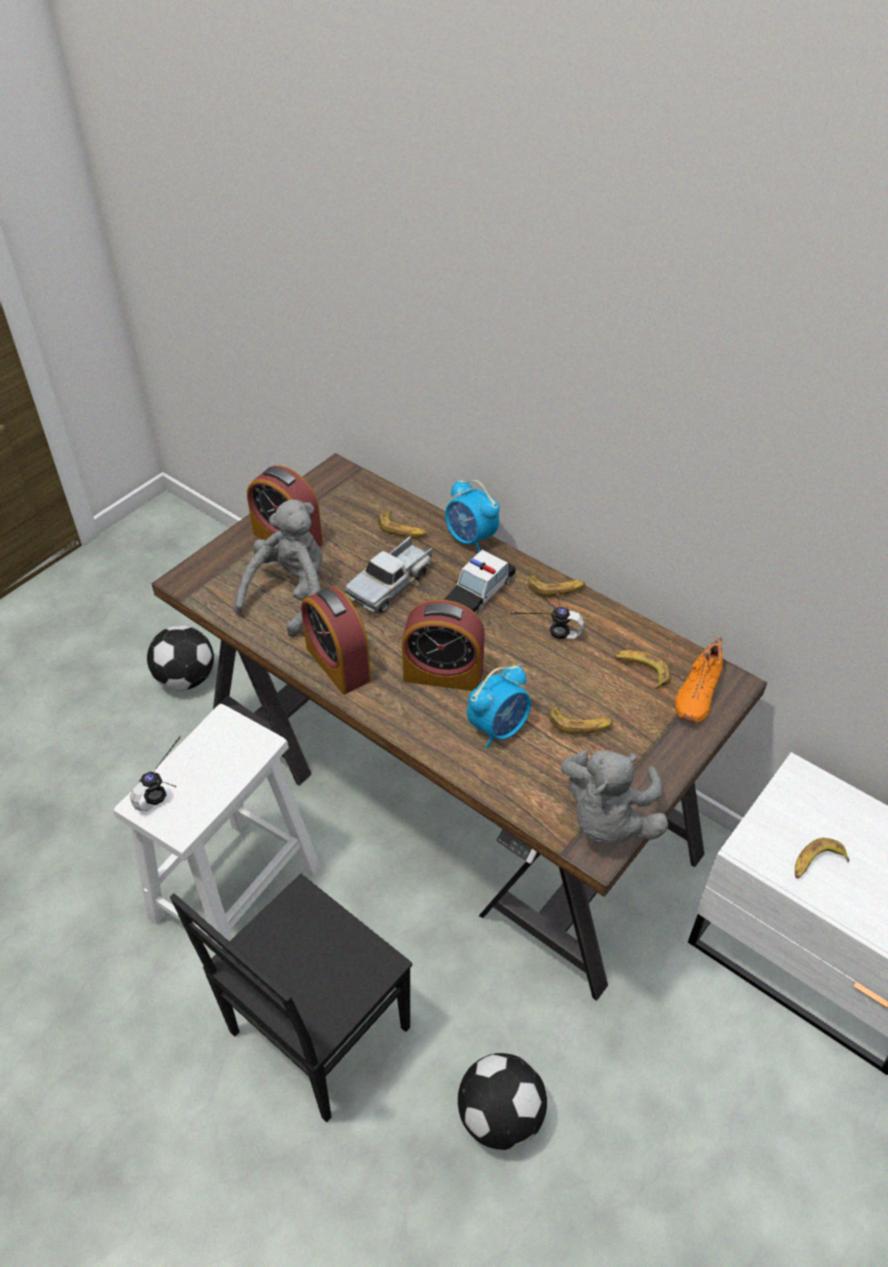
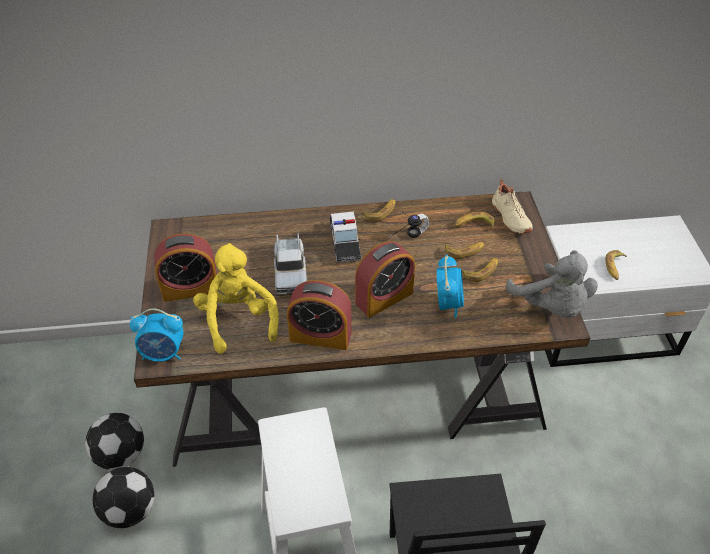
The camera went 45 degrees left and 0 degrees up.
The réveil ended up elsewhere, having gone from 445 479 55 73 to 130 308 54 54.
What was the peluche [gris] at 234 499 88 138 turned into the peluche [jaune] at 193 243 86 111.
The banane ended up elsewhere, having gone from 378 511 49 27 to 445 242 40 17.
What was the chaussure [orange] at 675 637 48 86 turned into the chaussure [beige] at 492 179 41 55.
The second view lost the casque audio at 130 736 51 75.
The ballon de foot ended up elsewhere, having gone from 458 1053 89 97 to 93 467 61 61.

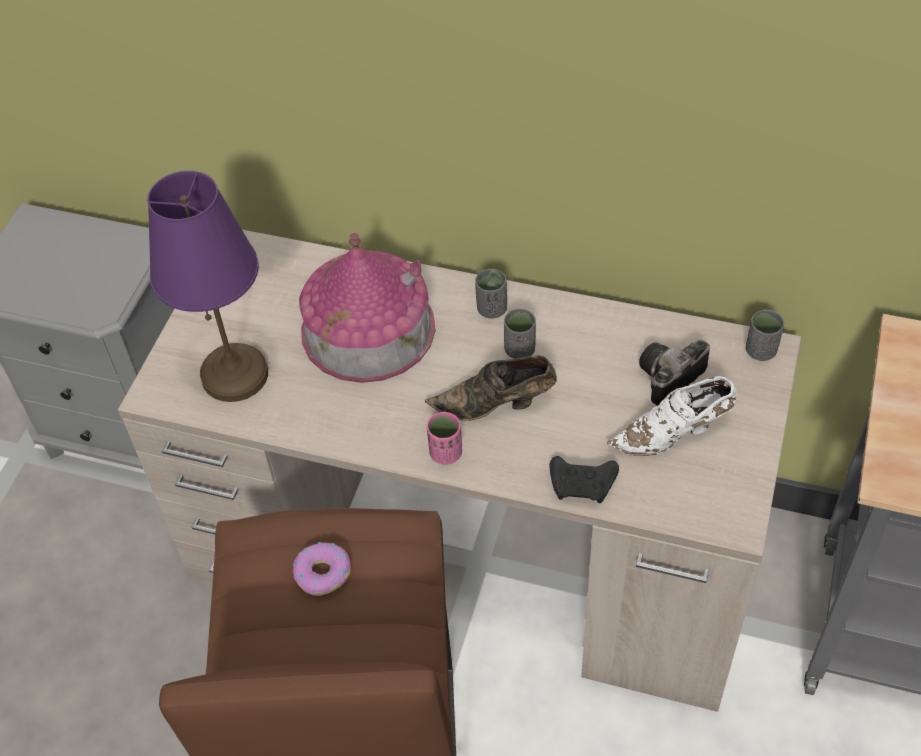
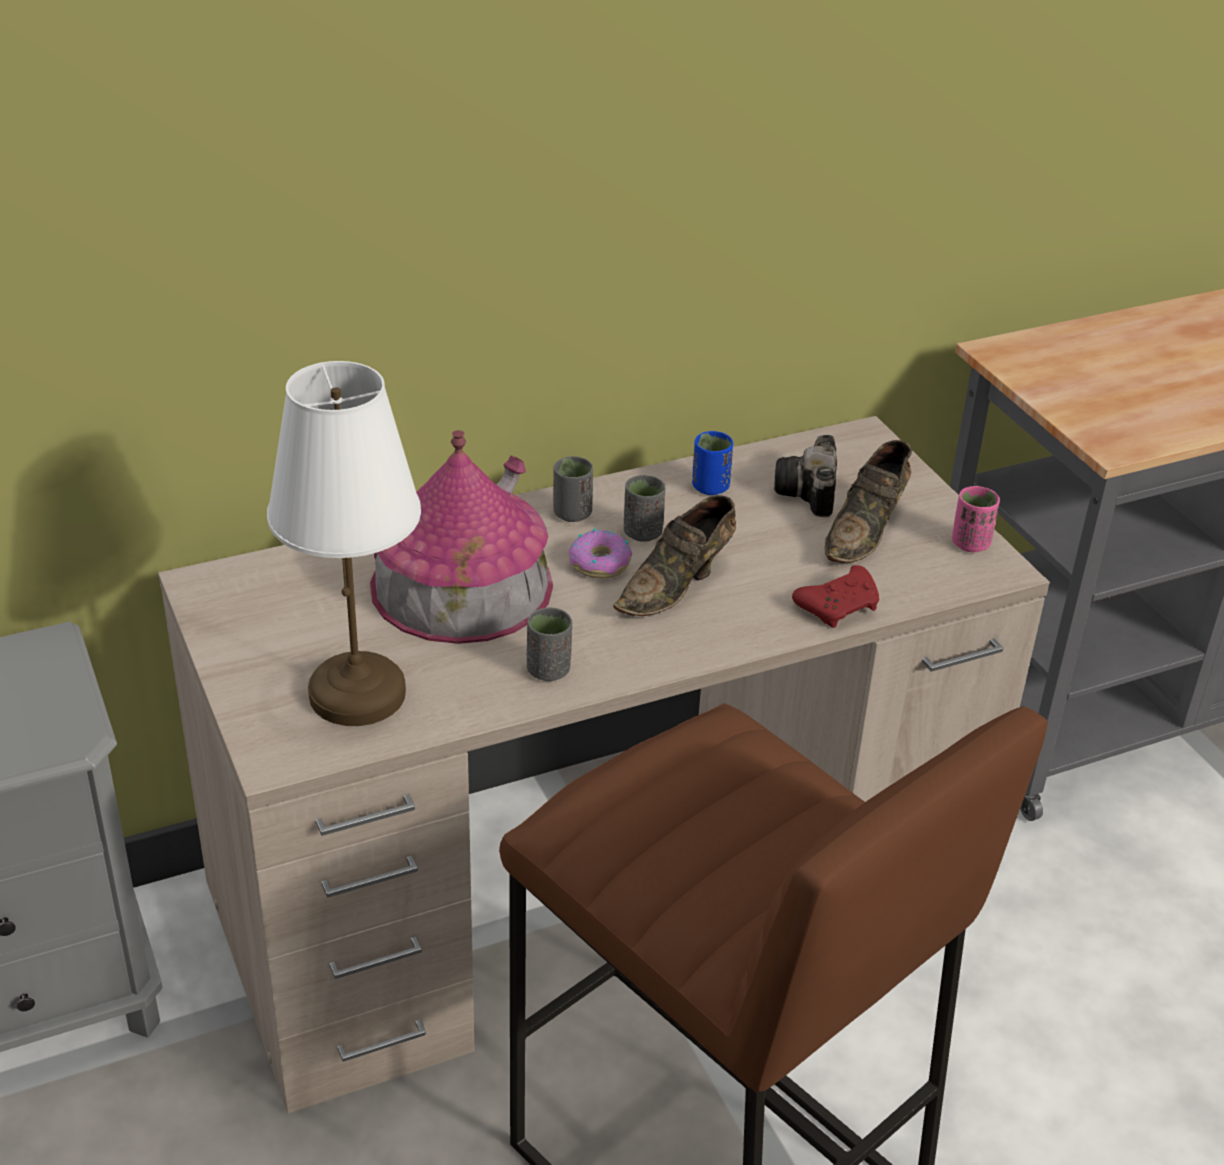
The camera went 45 degrees left and 15 degrees down.
What was the lampe de table [violet] at 147 171 121 231 turned into the lampe de table [blanc] at 267 361 154 365.
The tasse [gris] ended up elsewhere, having gone from 746 309 38 52 to 527 608 45 73.
What was the chaussure [blanc] at 607 376 130 80 turned into the chaussure [marron] at 825 440 87 123.
The tasse [rose] ended up elsewhere, having gone from 427 412 35 53 to 952 486 48 66.
What was the manette [noir] at 550 456 69 47 turned into the manette [rouge] at 792 565 87 63.
The beignet ended up elsewhere, having gone from 293 542 58 54 to 569 529 63 49.
The second view gained the tasse [bleu] at 692 431 41 64.

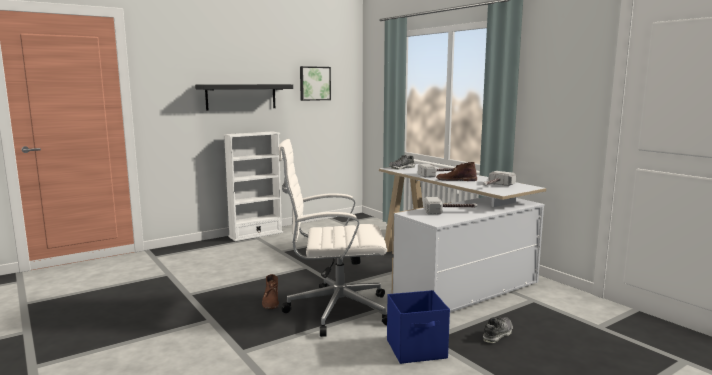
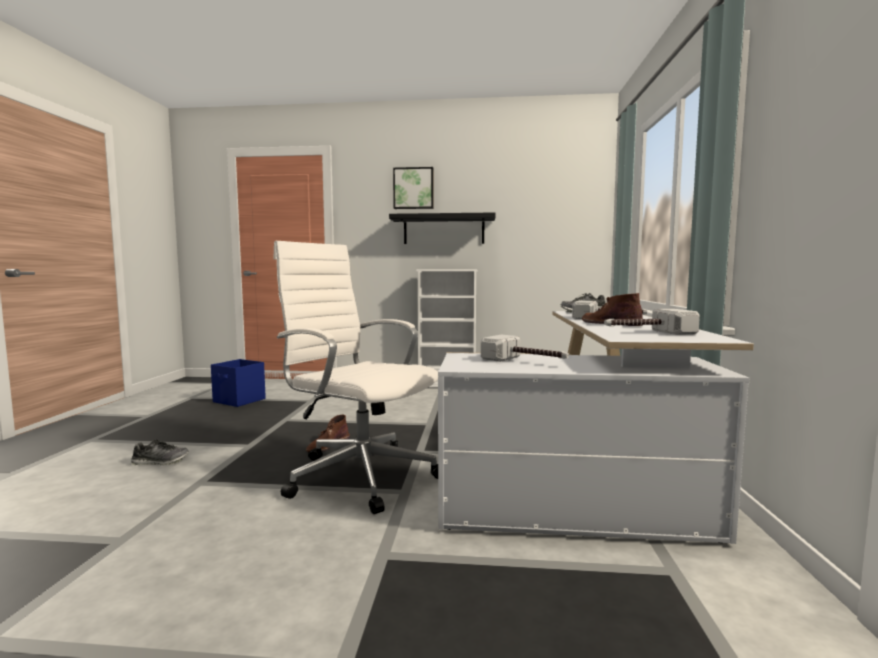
The camera went 40 degrees right and 5 degrees down.
The tableau ended up elsewhere, having gone from 300 66 31 35 to 393 167 40 42.
The boîte de rangement [bleu] ended up elsewhere, having gone from 387 290 63 74 to 211 359 55 48.
The chaussure ended up elsewhere, having gone from 483 317 30 26 to 131 439 58 27.

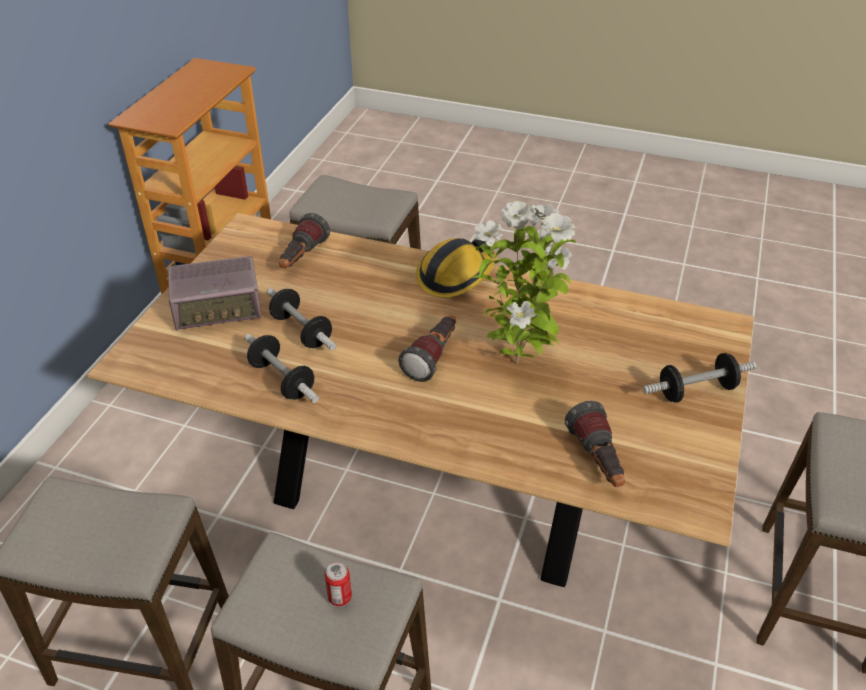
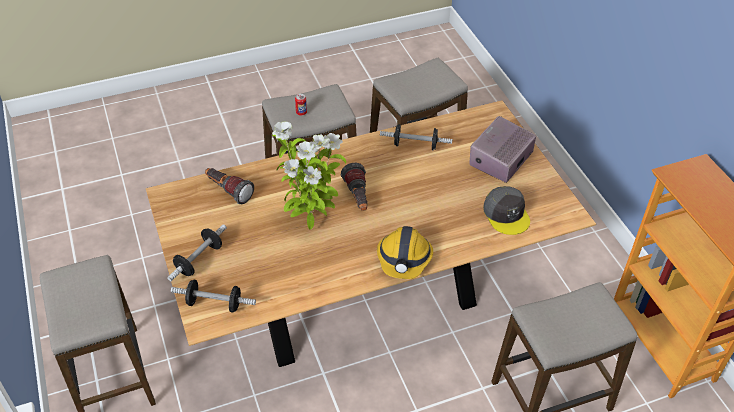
The camera went 140 degrees right and 5 degrees up.
Where the lampe de poche stood at 279 213 51 56, the casquette [gris] came to stand at 483 186 47 49.
The haltère ended up elsewhere, having gone from 267 288 69 62 to 171 280 85 33.

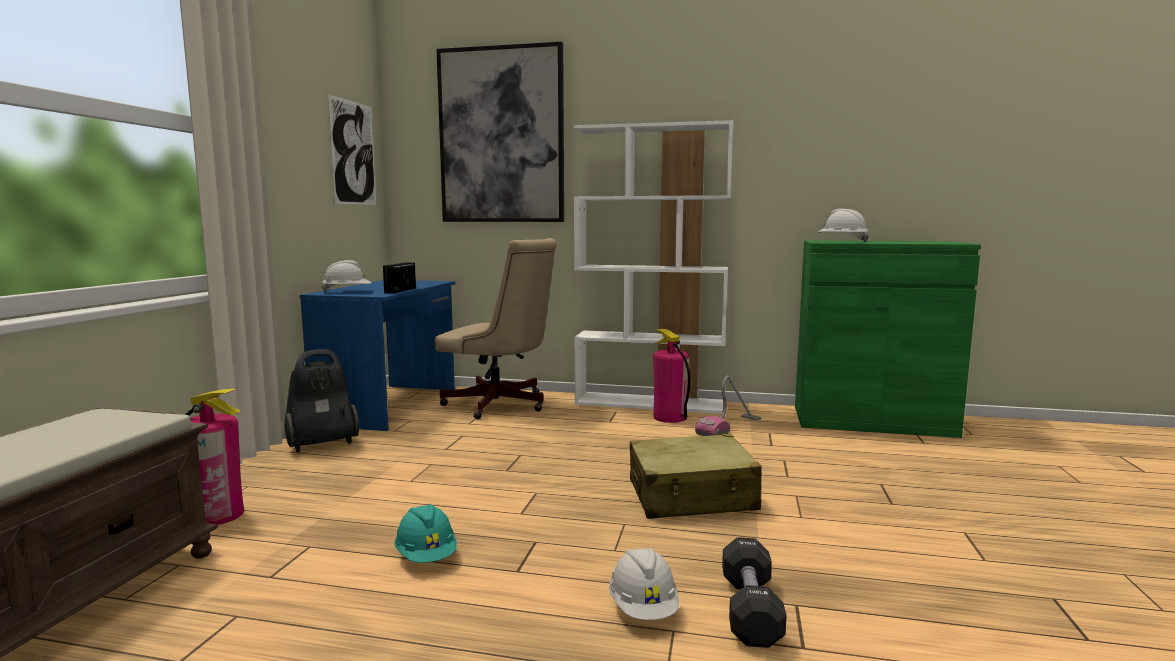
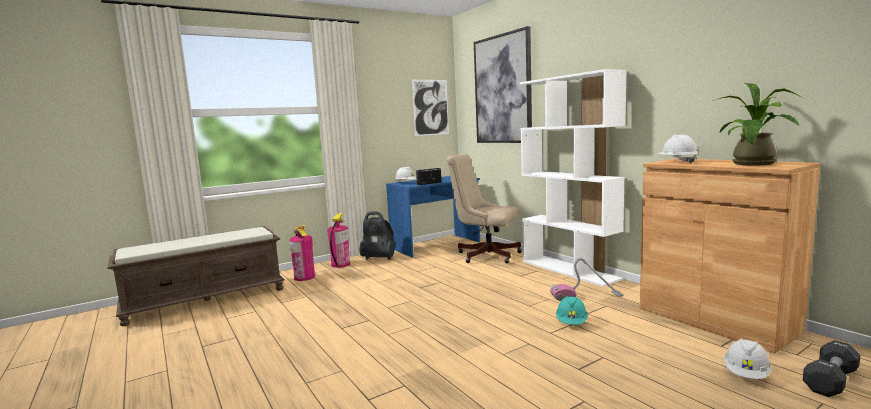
The camera went 45 degrees right and 0 degrees up.
The chaise de bureau [beige] at 435 238 122 181 ended up facing another way, 135 degrees clockwise from before.
What was the meuble de rangement [vert] at 795 240 186 198 turned into the meuble de rangement [marron] at 640 159 180 195.
The extincteur ended up elsewhere, having gone from 653 329 38 94 to 327 213 23 55.
The second view lost the valise [beige] at 630 434 132 85.
The casque de chantier [turquoise] ended up elsewhere, having gone from 394 504 63 59 to 556 296 32 29.
The haltère [noir] ended up elsewhere, having gone from 722 537 65 111 to 803 340 57 57.
The casque de chantier [blanc] ended up elsewhere, having gone from 609 548 70 72 to 724 339 48 40.
The second view gained the plante en pot at 713 83 88 82.

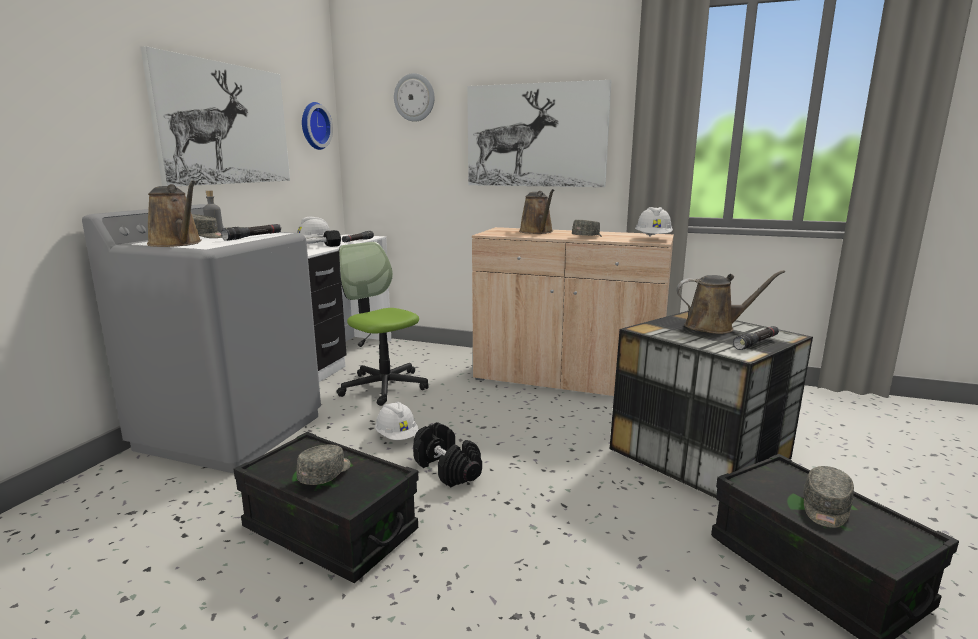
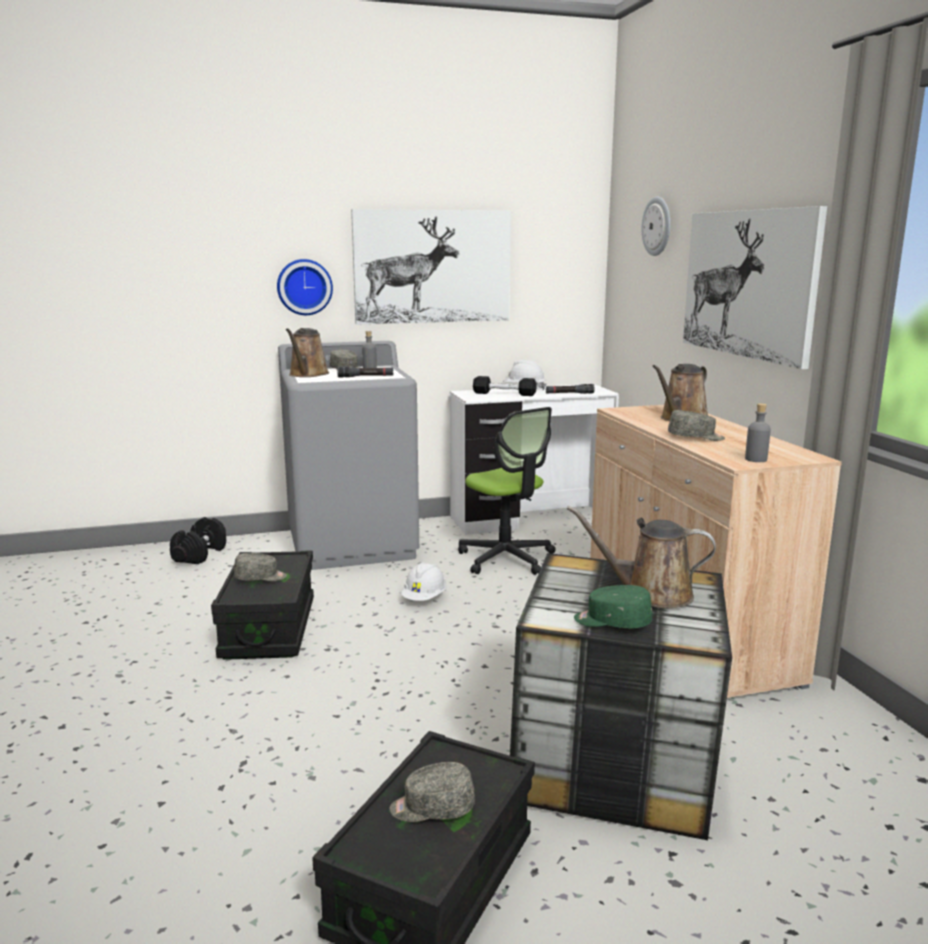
The camera went 55 degrees right and 0 degrees up.
The horloge murale ended up elsewhere, having gone from 302 102 31 48 to 277 259 56 56.
Where the casque de chantier [blanc] stood at 635 207 38 30, the bouteille [gris] came to stand at 745 403 26 59.
The chaise de bureau at 337 242 92 164 ended up facing another way, 135 degrees clockwise from before.
The arrosoir [marron] at 677 270 108 64 ended up facing another way, 135 degrees clockwise from before.
Where the lampe de poche [noir] stood at 733 326 46 24, the casquette [vert] came to stand at 574 585 78 43.
The haltère [noir] ended up elsewhere, having gone from 413 422 69 65 to 170 517 56 47.

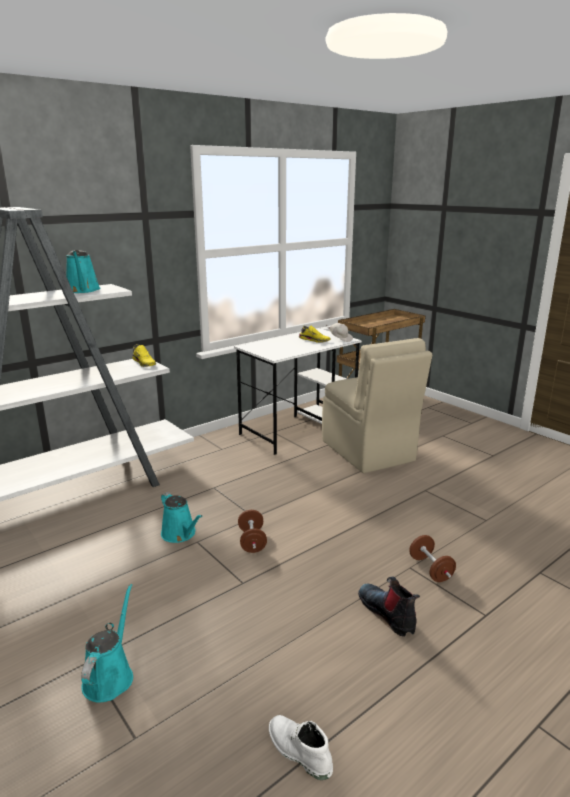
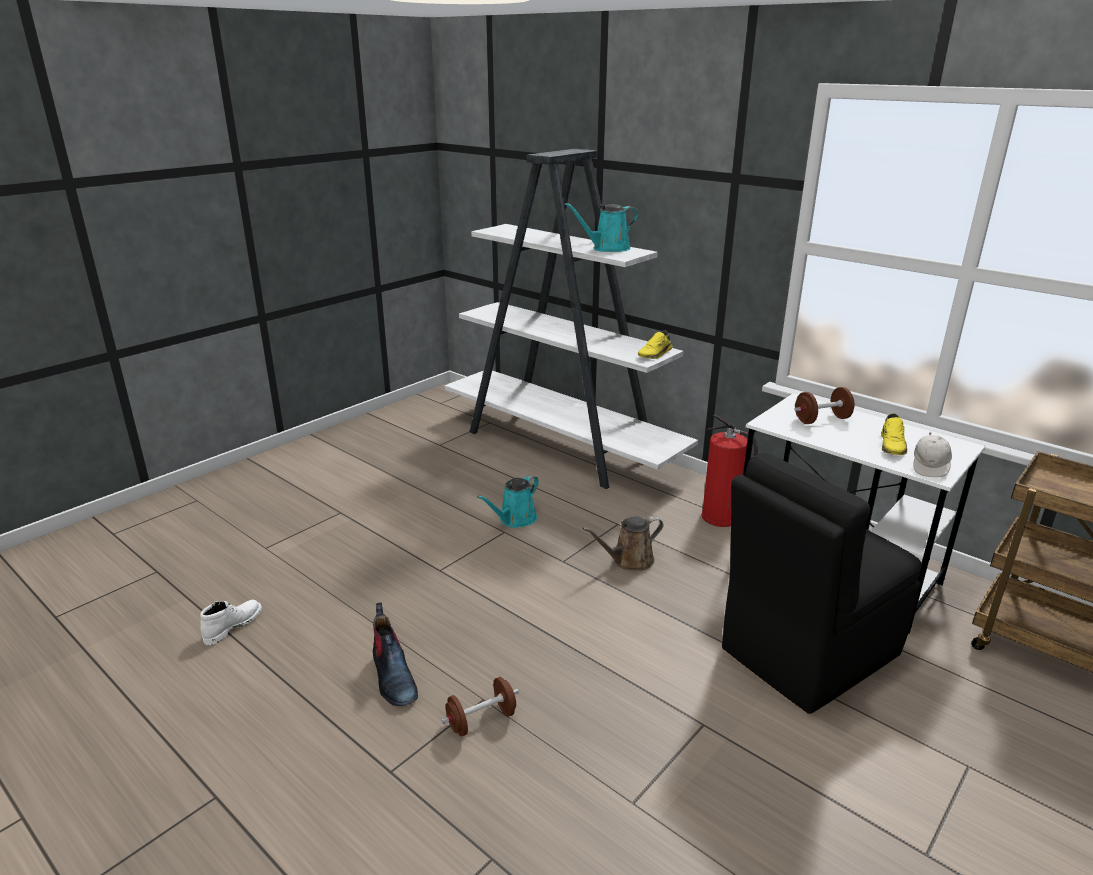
The camera went 80 degrees right and 5 degrees up.
What was the chaise [beige] at 322 338 110 135 turned into the chaise [noir] at 722 453 200 261.
The haltère [marron] ended up elsewhere, having gone from 238 510 29 43 to 794 387 61 37.
The botte at 358 577 62 60 ended up facing another way, 105 degrees clockwise from before.
The second view lost the arrosoir [turquoise] at 81 584 52 118.
The second view gained the extincteur at 702 414 56 113.
The second view gained the arrosoir [marron] at 583 516 80 54.

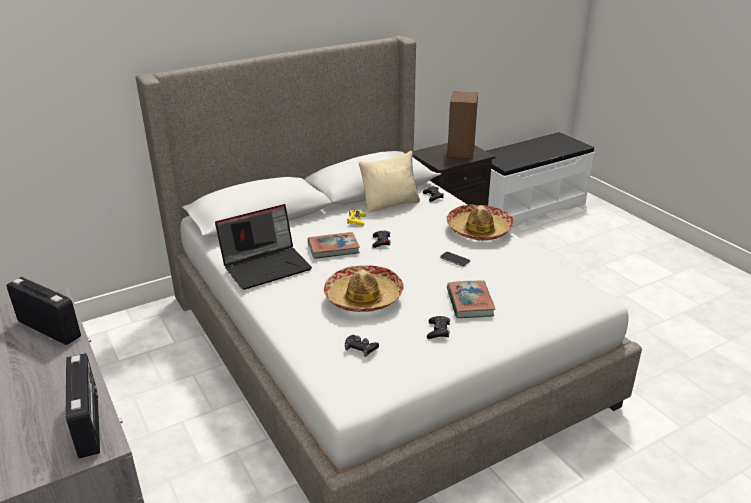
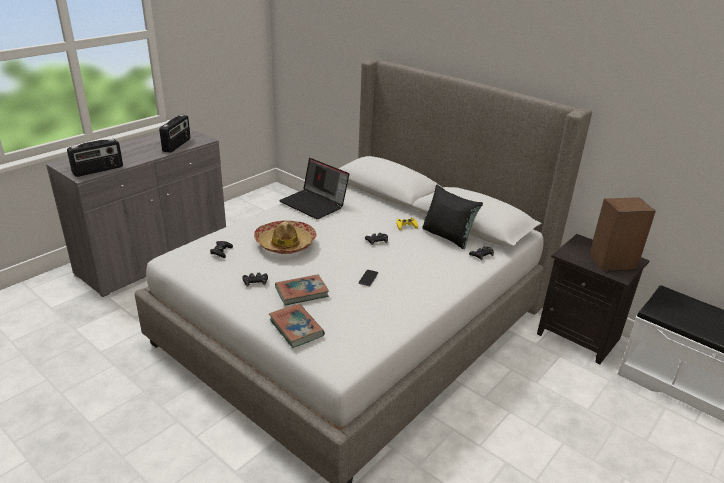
The camera went 70 degrees right and 0 degrees up.
What was the coussin [beige] at 359 151 61 62 turned into the coussin [noir] at 422 185 61 64.
The second view lost the chapeau at 446 204 68 37.
The livre ended up elsewhere, having gone from 308 232 52 27 to 269 304 56 44.

